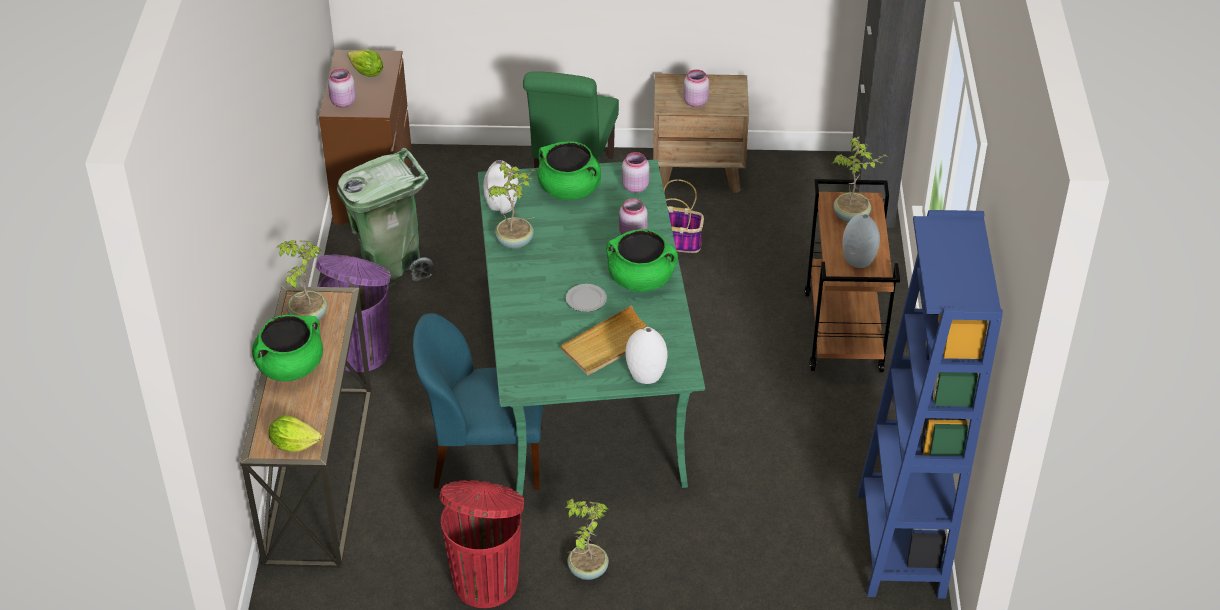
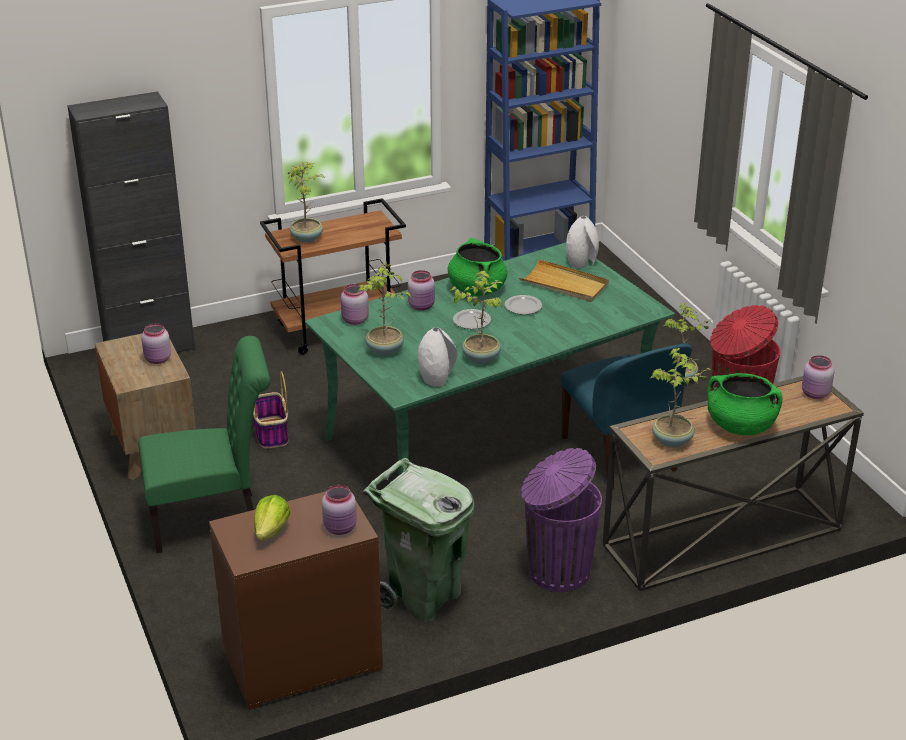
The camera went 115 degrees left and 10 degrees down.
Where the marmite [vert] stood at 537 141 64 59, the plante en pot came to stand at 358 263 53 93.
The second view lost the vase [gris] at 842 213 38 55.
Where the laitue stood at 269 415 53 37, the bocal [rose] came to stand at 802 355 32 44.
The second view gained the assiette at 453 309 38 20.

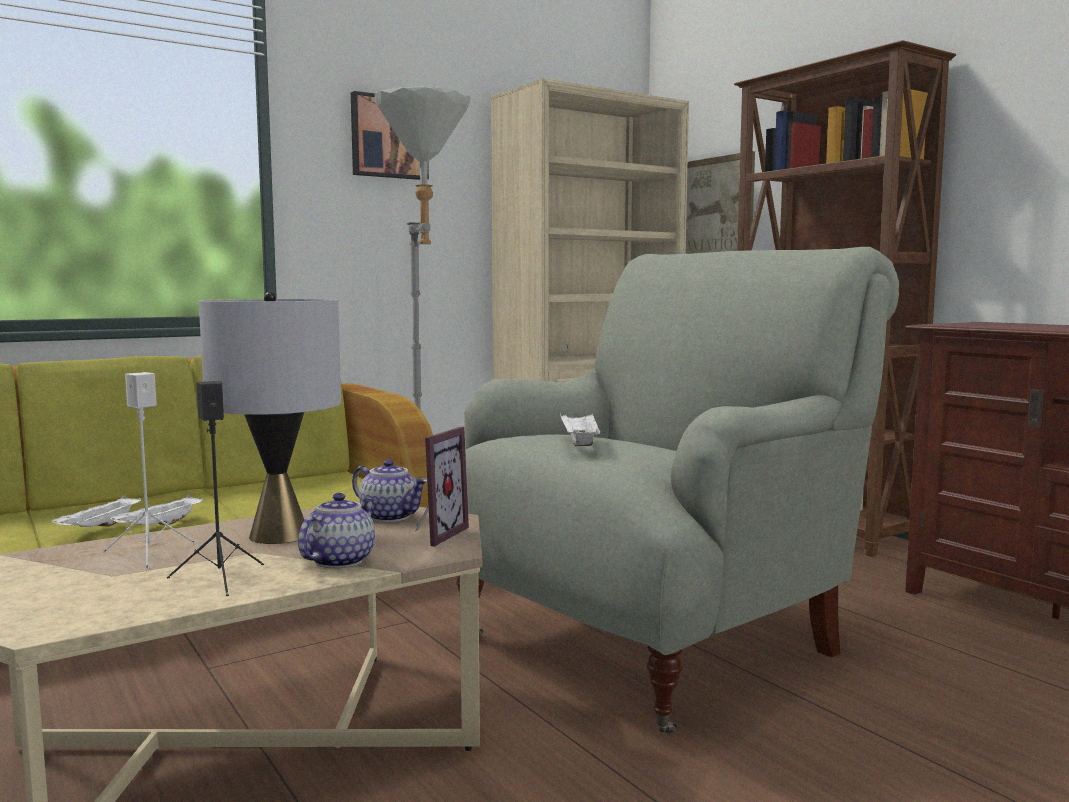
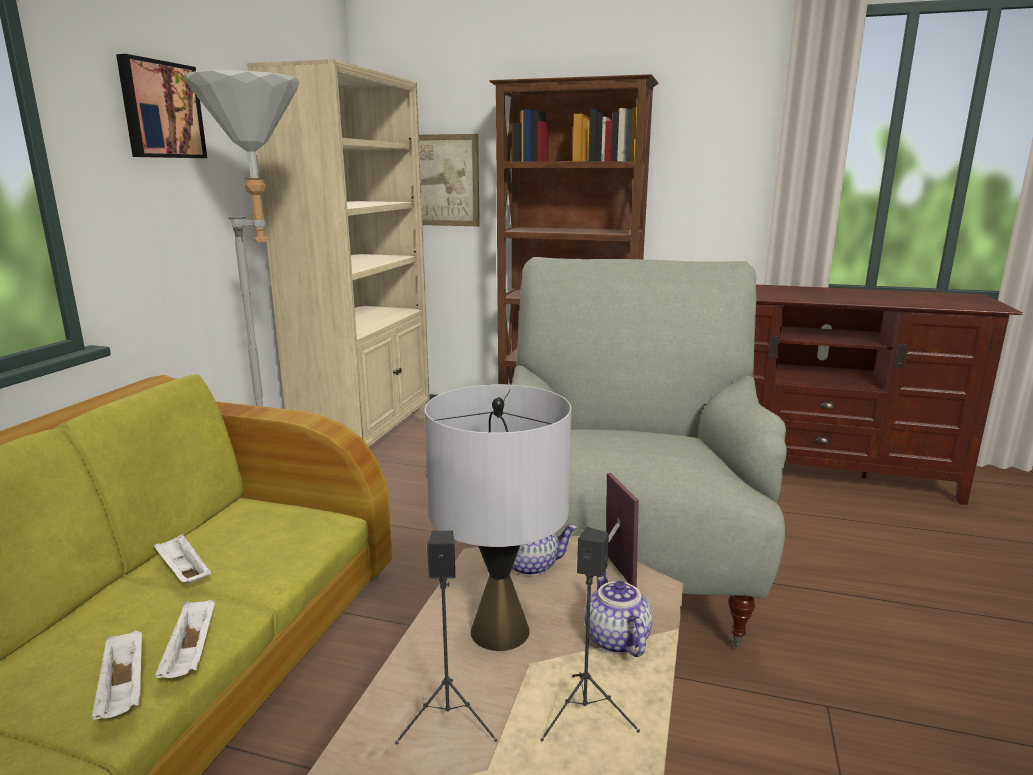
The camera went 40 degrees left and 10 degrees up.
What was the enceinte [blanc] at 103 372 93 198 turned into the enceinte [noir] at 395 531 102 213.
The plateau [blanc] ended up elsewhere, having gone from 560 412 40 34 to 153 533 58 51.

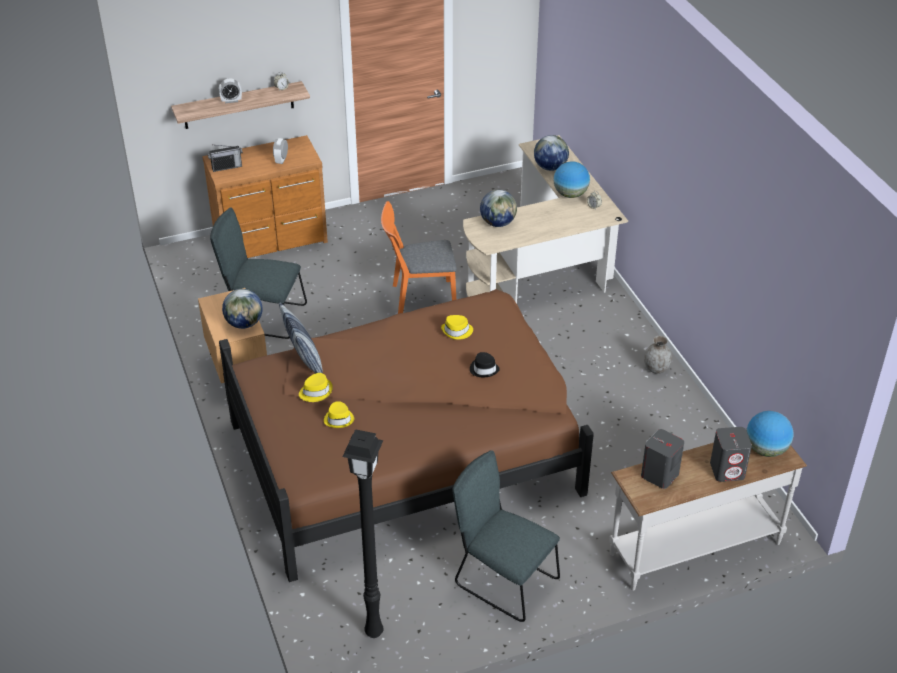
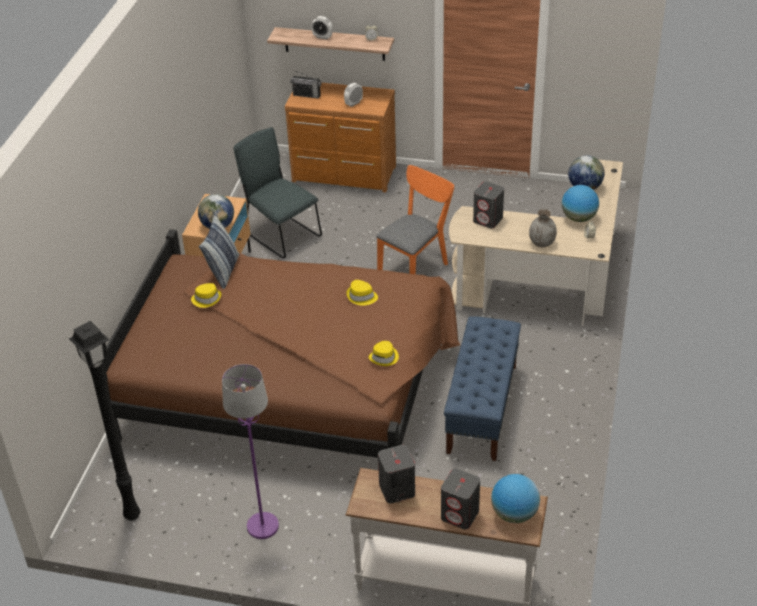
The camera went 35 degrees right and 0 degrees up.
Where the globe stood at 480 190 37 37, the enceinte [gris] came to stand at 473 181 31 48.
The chaise [orange] at 381 201 76 113 ended up facing another way, 105 degrees clockwise from before.
The vase [gris] ended up elsewhere, having gone from 644 336 28 38 to 529 209 28 38.
The second view lost the chapeau [noir] at 470 352 30 25.
The chapeau [jaune] ended up elsewhere, having gone from 324 401 30 27 to 369 341 30 25.
Where the chaise [gris] stood at 453 450 107 172, the lampadaire [violet] came to stand at 222 364 57 175.
The second view gained the banc [bleu] at 444 317 77 144.

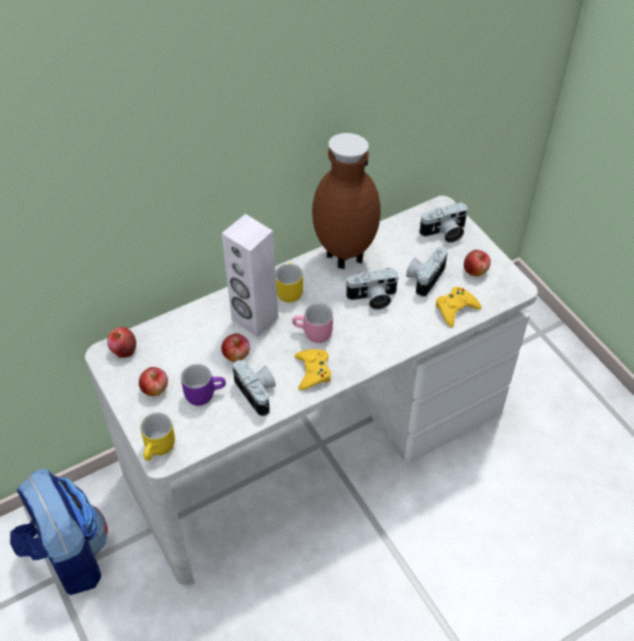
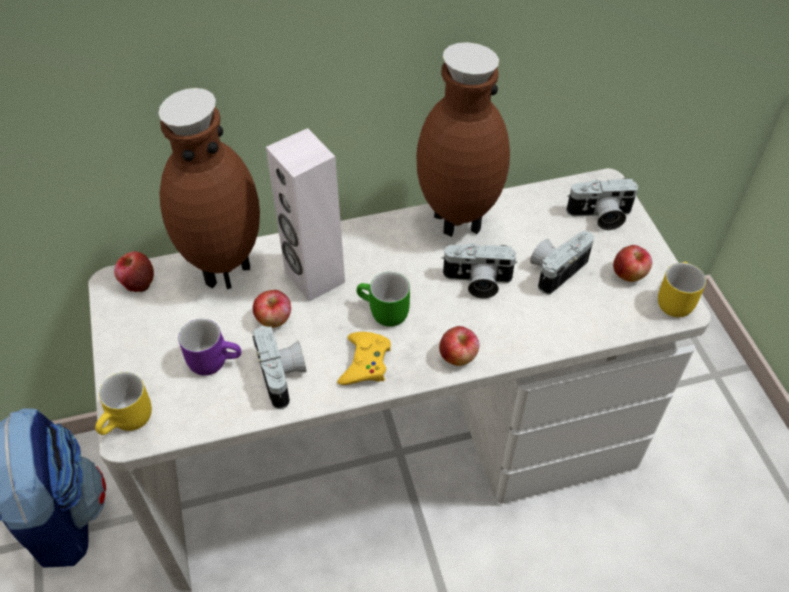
The camera went 15 degrees right and 0 degrees up.
The mug [jaune] ended up elsewhere, having gone from 276 262 27 41 to 658 262 48 55.
The second view lost the manette [jaune] at 436 287 45 41.
What was the mug [rose] at 292 303 41 40 turned into the mug [vert] at 357 272 53 55.
The pomme ended up elsewhere, having gone from 139 367 29 29 to 439 326 40 40.
The second view gained the vase [marron] at 158 88 102 201.

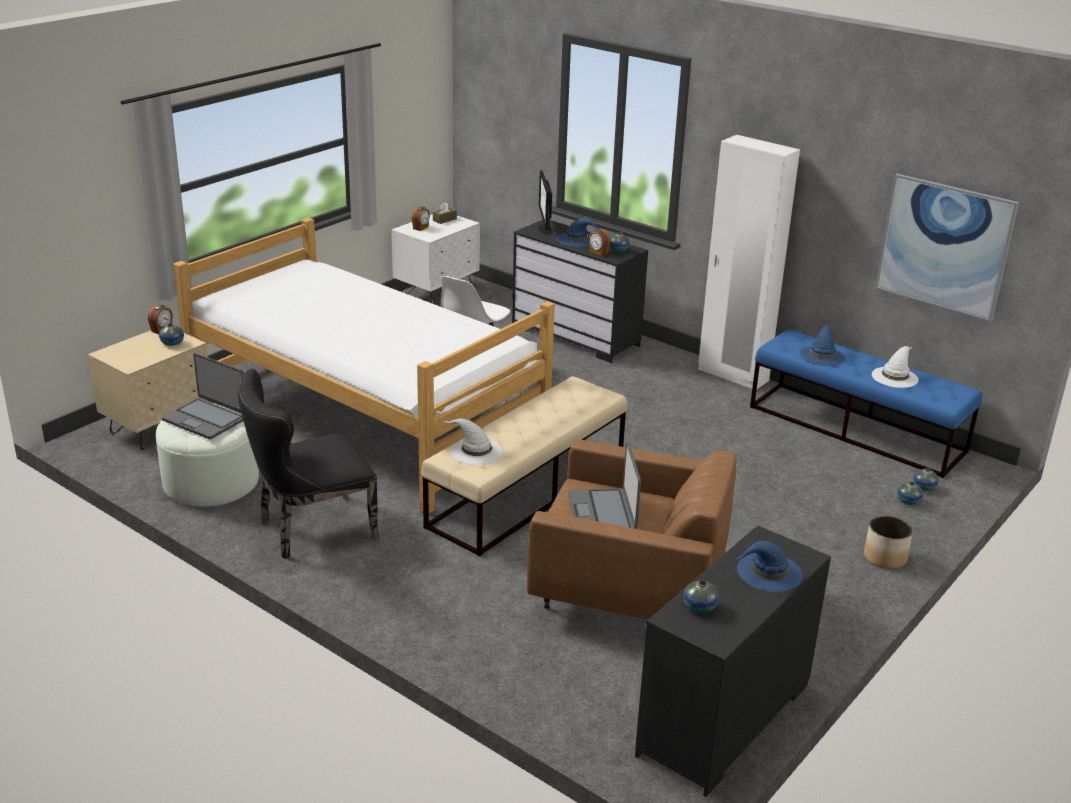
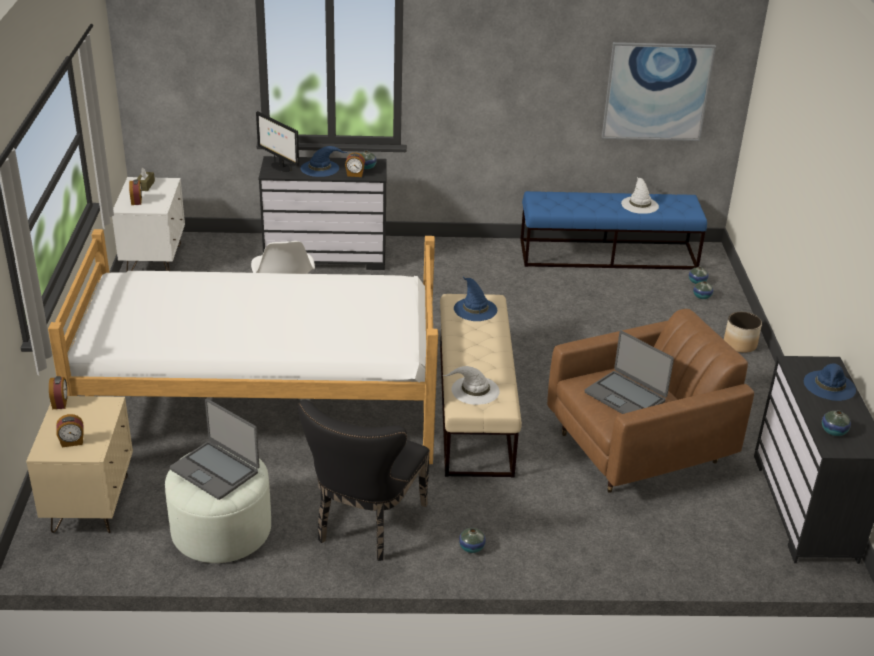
The camera went 40 degrees left and 5 degrees up.
The second view lost the armoire [blanc] at 698 135 102 254.
The vase ended up elsewhere, having gone from 159 323 25 23 to 459 528 27 25.
The chapeau [bleu] ended up elsewhere, having gone from 800 324 45 42 to 454 276 43 45.
The ordinateur portable at 162 353 82 86 ended up facing another way, 45 degrees clockwise from before.
The second view gained the réveil at 56 414 28 34.

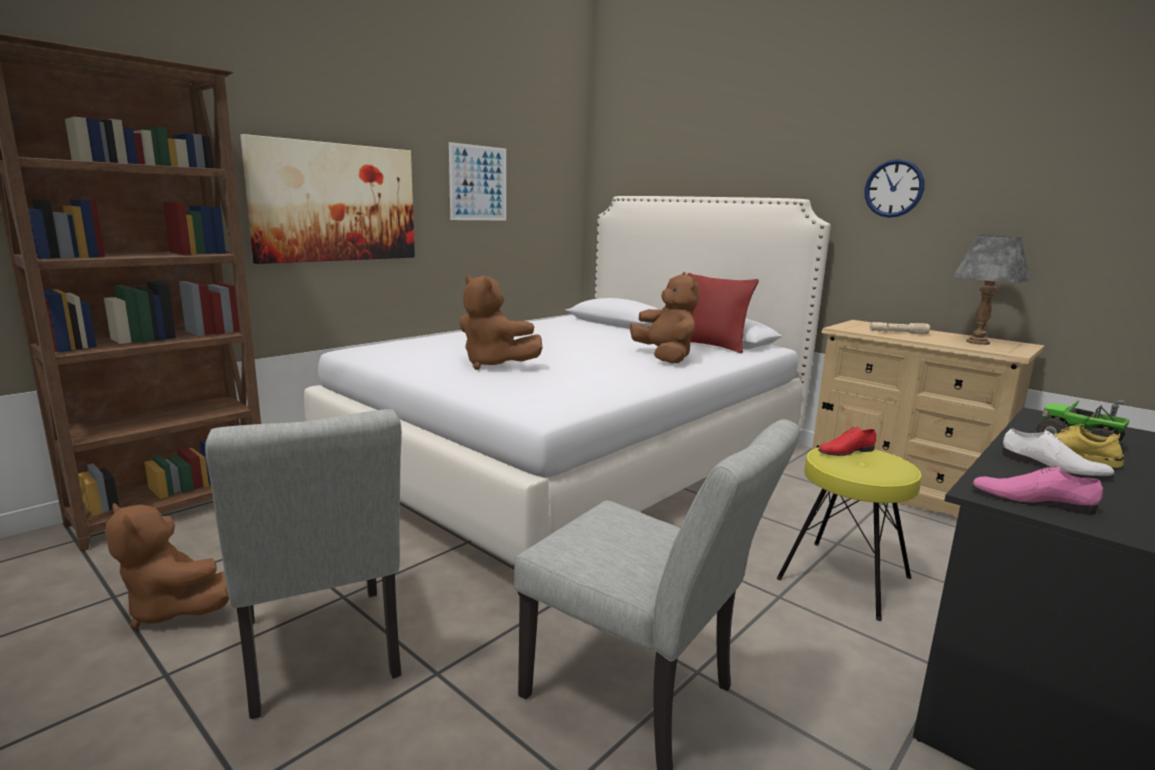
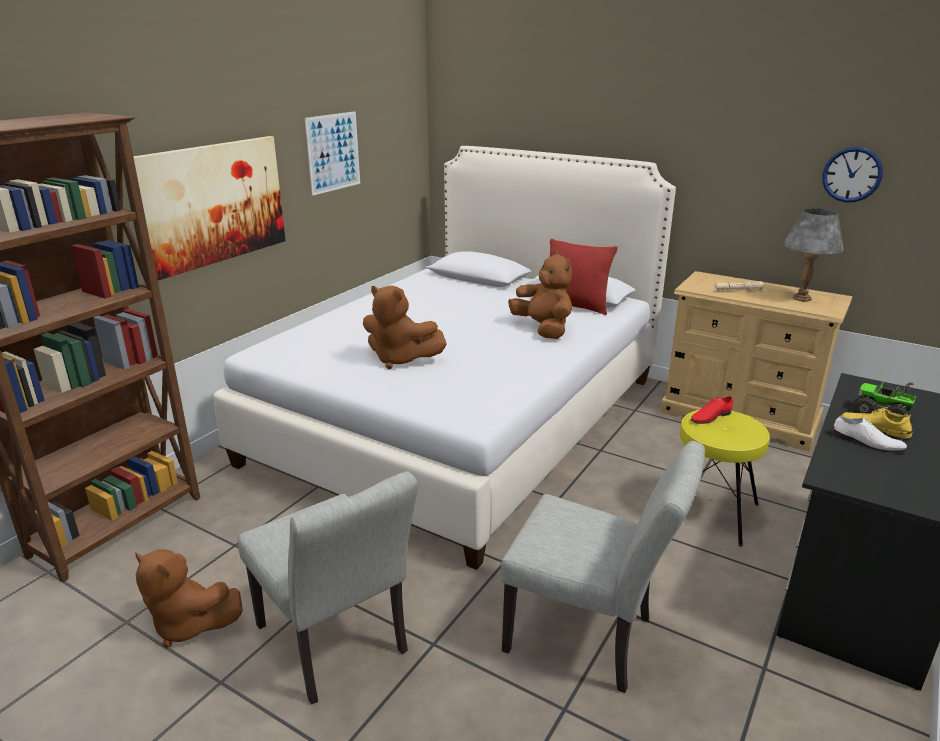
The camera went 10 degrees left and 10 degrees up.
The horloge murale ended up elsewhere, having gone from 865 159 59 59 to 822 147 61 55.
The second view lost the chaussure [rose] at 972 466 131 49.

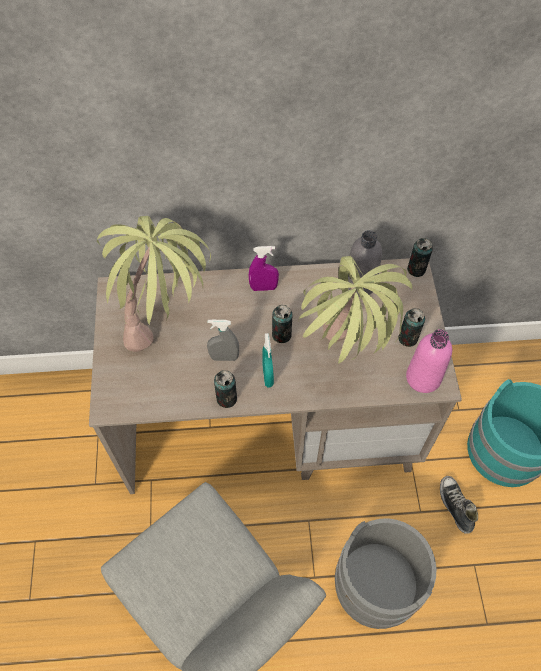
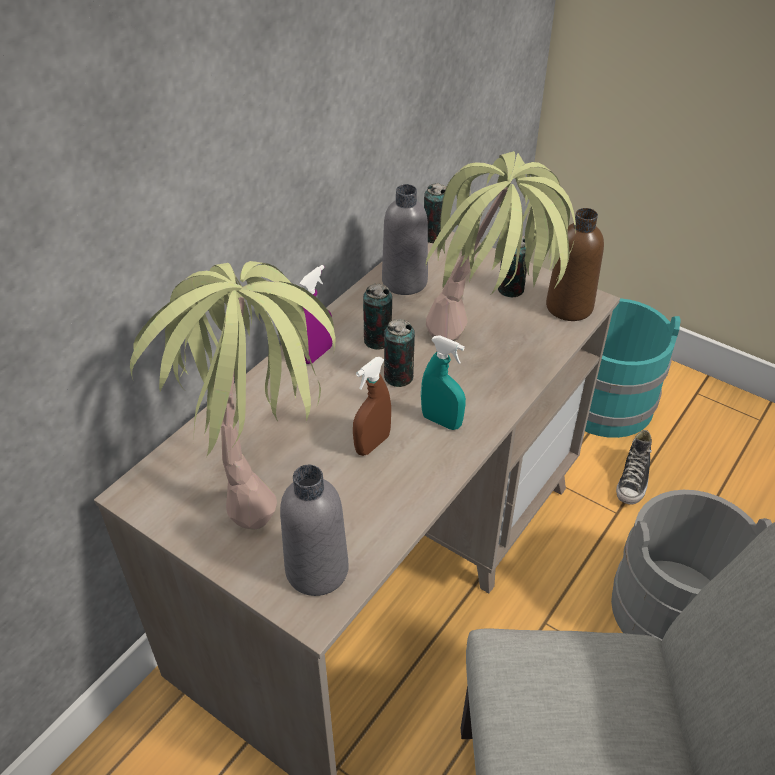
The camera went 50 degrees left and 15 degrees down.
What was the vaporisateur [gris] at 207 320 32 41 turned into the vaporisateur [marron] at 353 357 38 99.
What was the bouteille [rose] at 406 329 46 64 turned into the bouteille [marron] at 546 208 58 113.
The boîte métallique ended up elsewhere, having gone from 214 370 23 38 to 363 284 29 66.
The chaussure at 440 476 38 58 ended up facing another way, 90 degrees counterclockwise from before.
The second view gained the bouteille [gris] at 280 465 69 131.

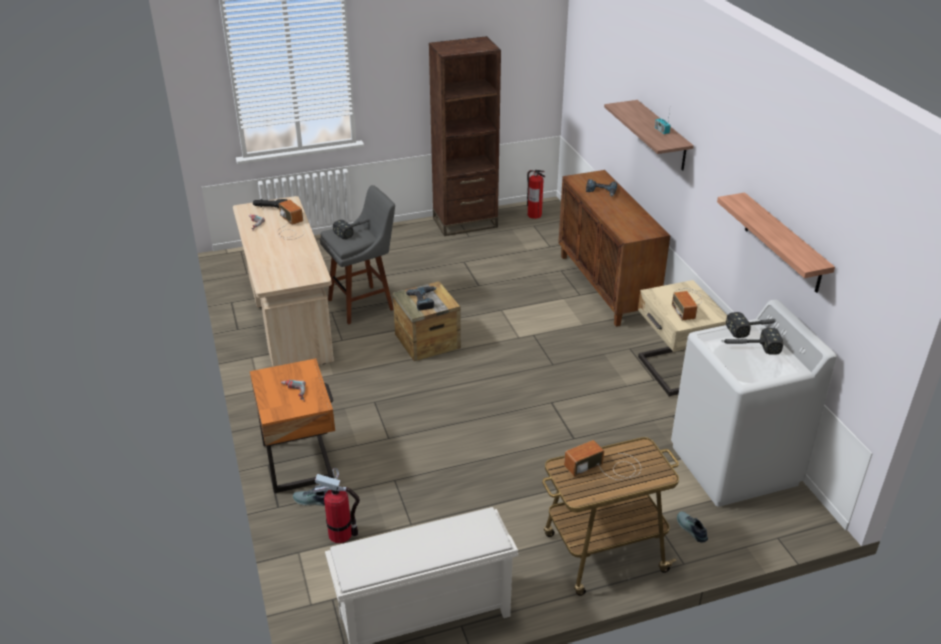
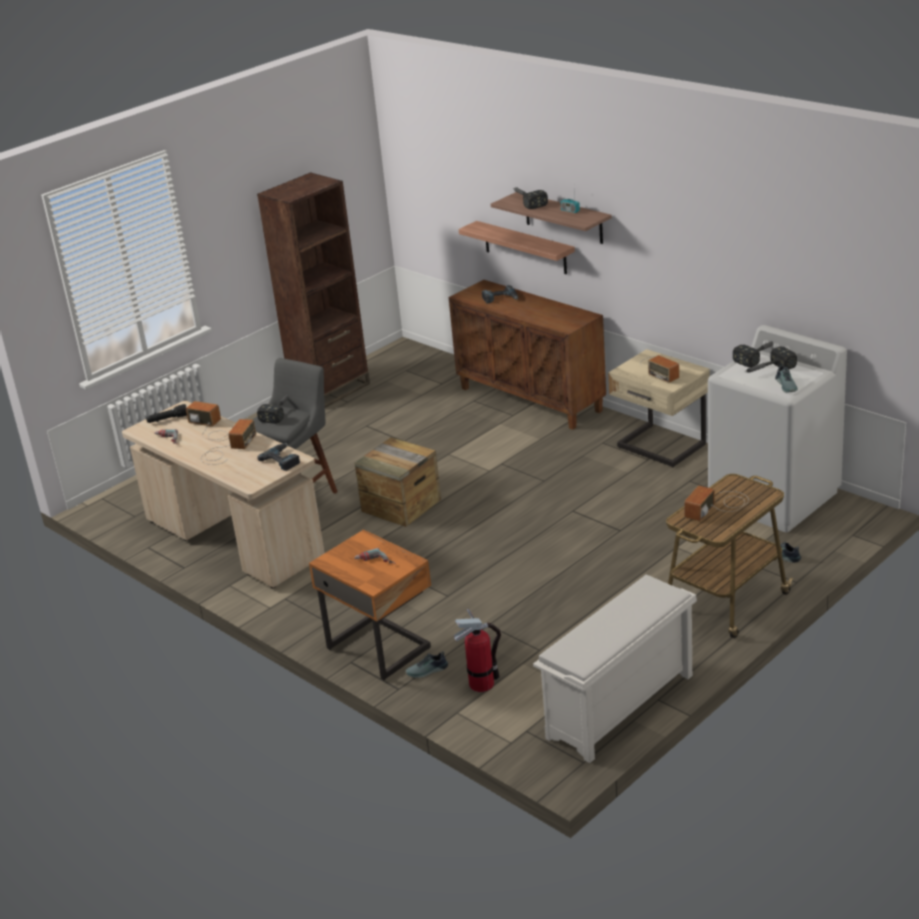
The camera went 25 degrees left and 5 degrees down.
The second view lost the extincteur at 527 170 18 49.
The étagère ended up elsewhere, having gone from 717 192 118 101 to 459 221 116 53.
The perceuse ended up elsewhere, having gone from 406 286 30 25 to 257 443 43 28.
The second view gained the marteau at 513 187 35 22.
The second view gained the chaussure at 775 363 23 30.
The second view gained the radio at 201 419 55 46.

